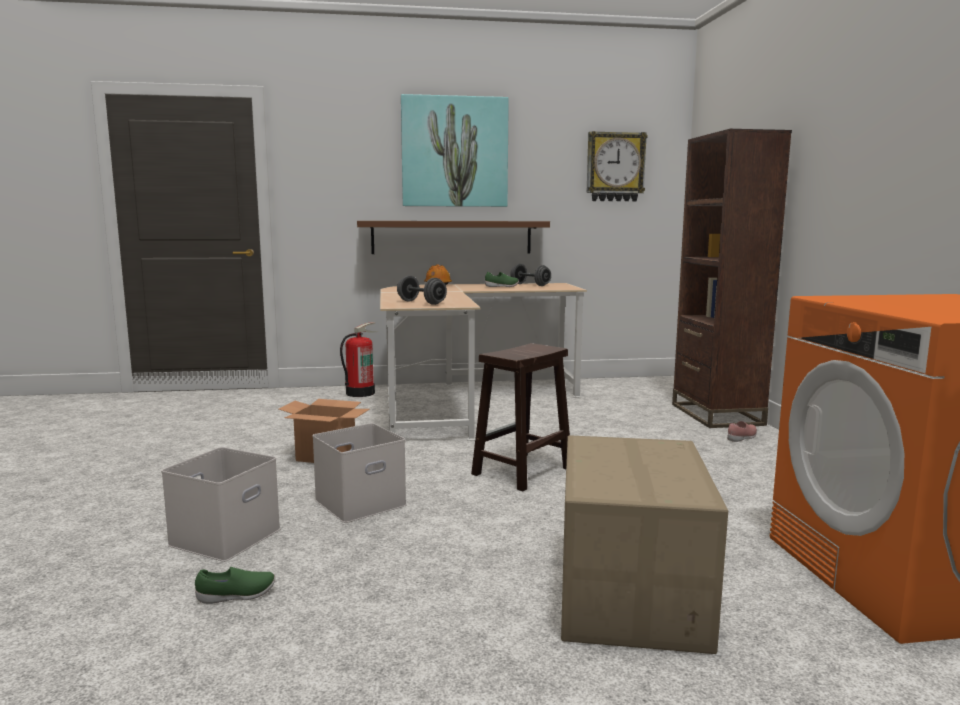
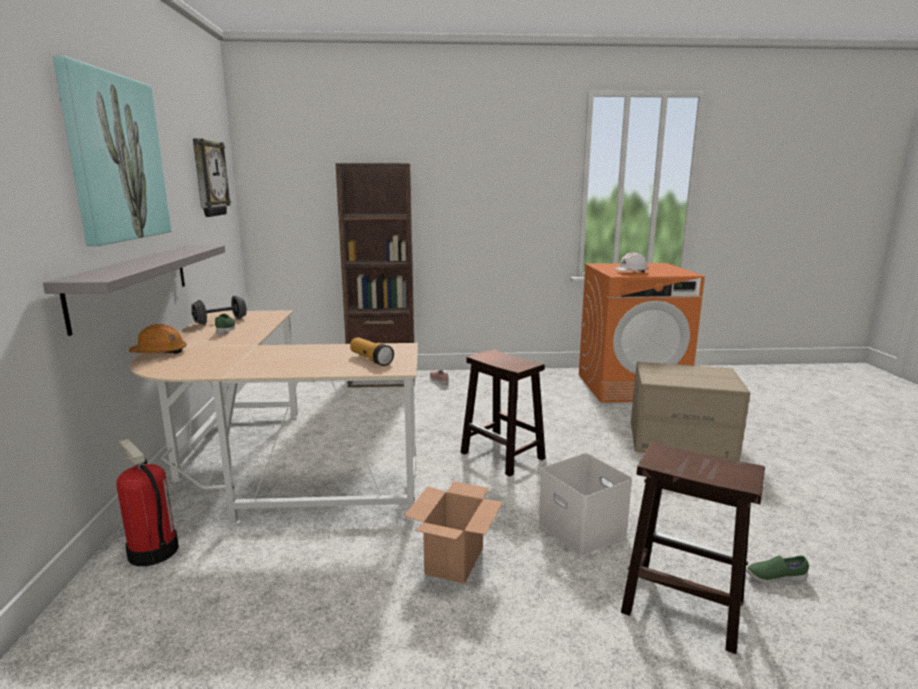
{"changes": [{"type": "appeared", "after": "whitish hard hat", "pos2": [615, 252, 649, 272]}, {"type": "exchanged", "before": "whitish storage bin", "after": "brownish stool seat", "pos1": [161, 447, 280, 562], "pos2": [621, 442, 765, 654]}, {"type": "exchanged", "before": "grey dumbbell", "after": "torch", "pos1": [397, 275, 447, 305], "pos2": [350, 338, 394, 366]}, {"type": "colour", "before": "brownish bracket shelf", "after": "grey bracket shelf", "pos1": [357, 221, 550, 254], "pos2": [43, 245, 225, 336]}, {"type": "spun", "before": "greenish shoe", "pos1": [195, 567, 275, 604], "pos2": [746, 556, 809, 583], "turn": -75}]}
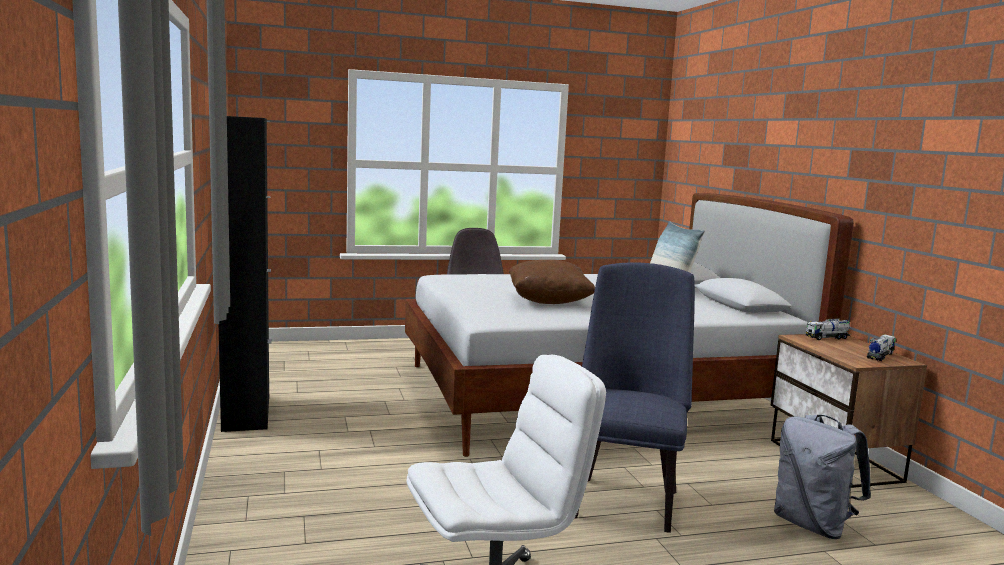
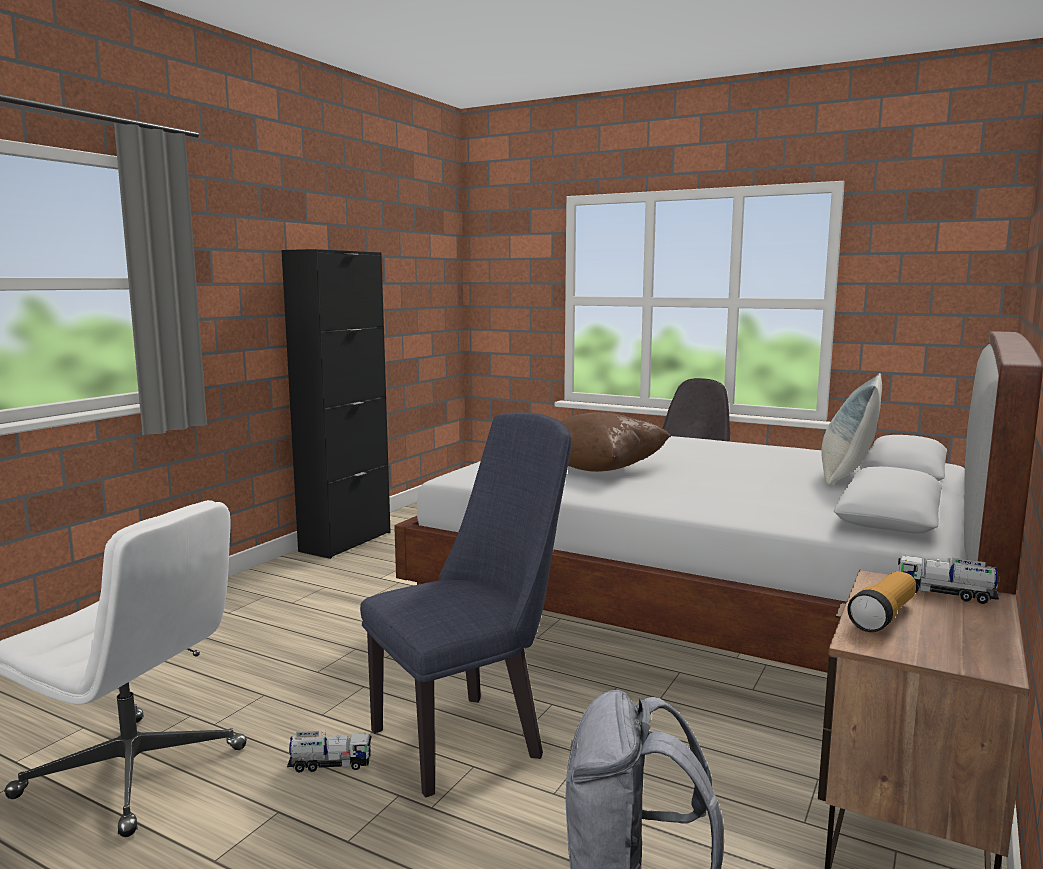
{"changes": [{"type": "appeared", "after": "torch", "pos2": [847, 571, 916, 632]}, {"type": "relocated", "before": "toy truck", "pos1": [867, 334, 896, 361], "pos2": [287, 730, 372, 772]}]}
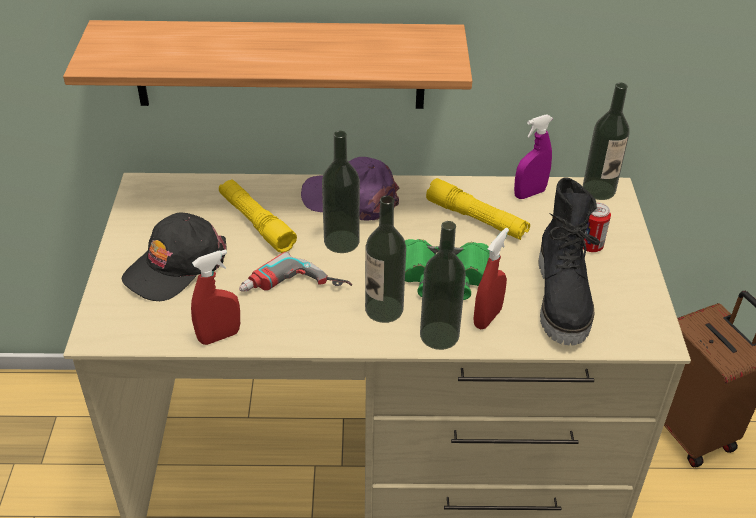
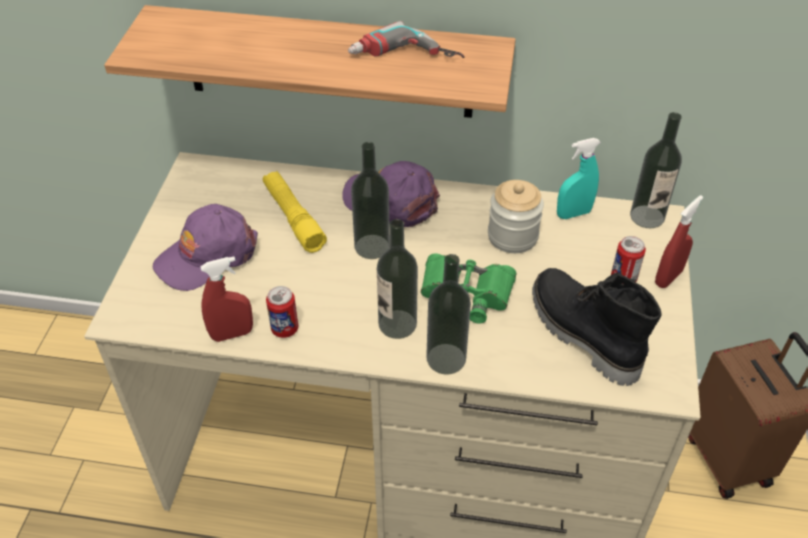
{"changes": [{"type": "appeared", "after": "metal can", "pos2": [266, 286, 298, 338]}, {"type": "relocated", "before": "electric drill", "pos1": [239, 252, 352, 292], "pos2": [348, 21, 465, 58]}, {"type": "relocated", "before": "red hand sprayer", "pos1": [474, 228, 509, 329], "pos2": [655, 195, 703, 288]}, {"type": "exchanged", "before": "yellowish torch", "after": "jar", "pos1": [426, 178, 530, 240], "pos2": [488, 180, 544, 253]}, {"type": "colour", "before": "black peaked cap", "after": "purple-coloured peaked cap", "pos1": [121, 213, 226, 301], "pos2": [153, 204, 258, 291]}, {"type": "colour", "before": "purple-coloured hand sprayer", "after": "turquoise-coloured hand sprayer", "pos1": [514, 114, 553, 199], "pos2": [557, 138, 601, 219]}, {"type": "spun", "before": "black tall boot", "pos1": [538, 177, 601, 346], "pos2": [532, 268, 662, 386], "turn": 135}]}
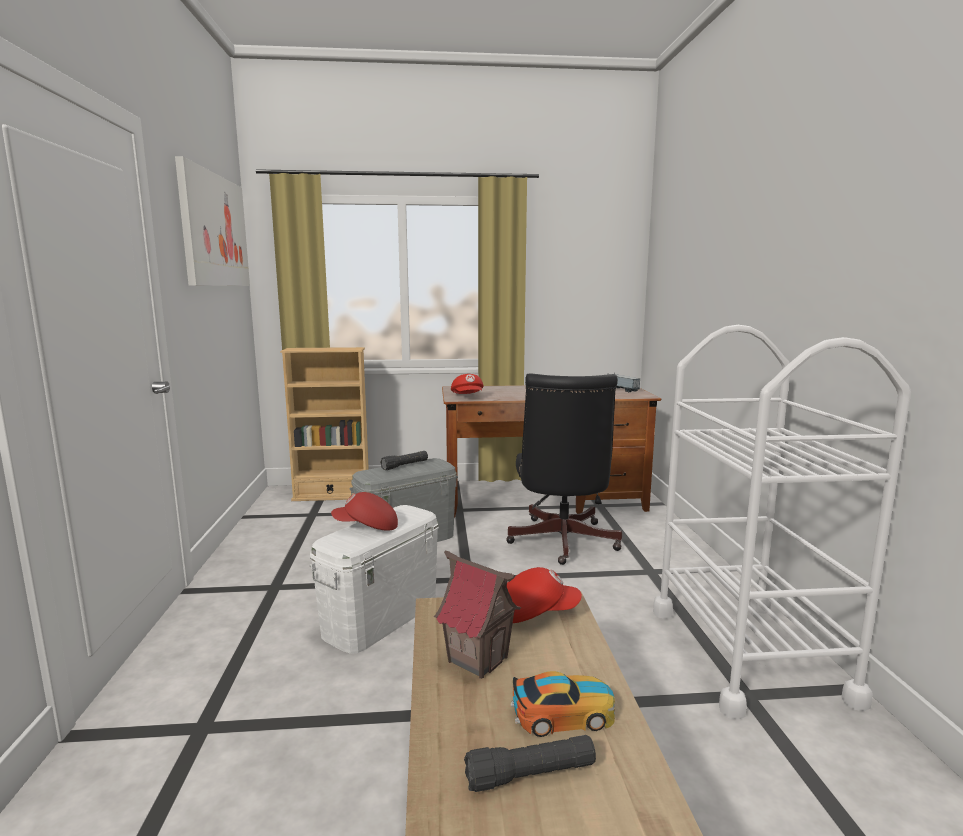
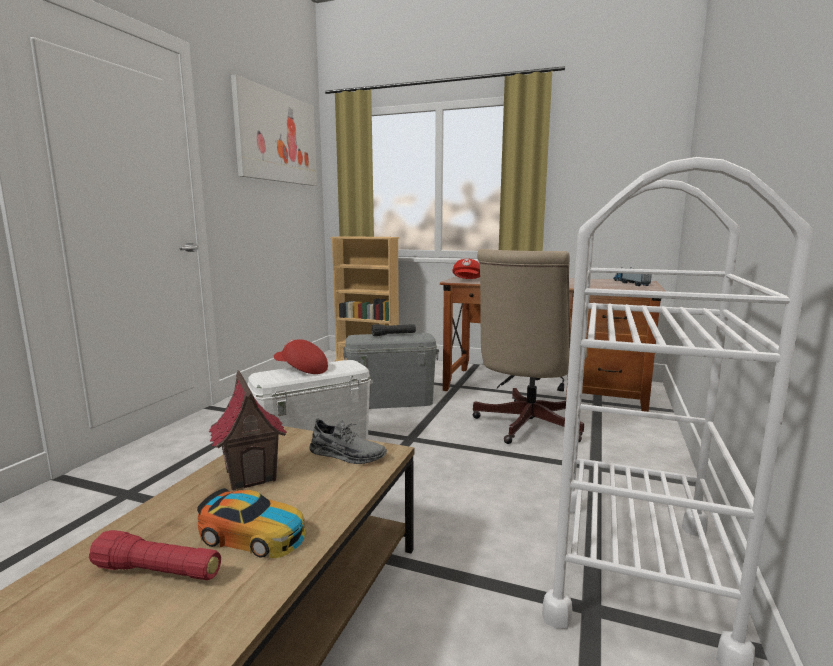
{"changes": [{"type": "exchanged", "before": "red peaked cap", "after": "grey shoe", "pos1": [506, 567, 582, 623], "pos2": [309, 418, 387, 464]}, {"type": "colour", "before": "black torch", "after": "red torch", "pos1": [464, 735, 596, 792], "pos2": [89, 530, 221, 580]}, {"type": "colour", "before": "black desk chair", "after": "beige-coloured desk chair", "pos1": [506, 373, 622, 565], "pos2": [472, 249, 587, 444]}]}
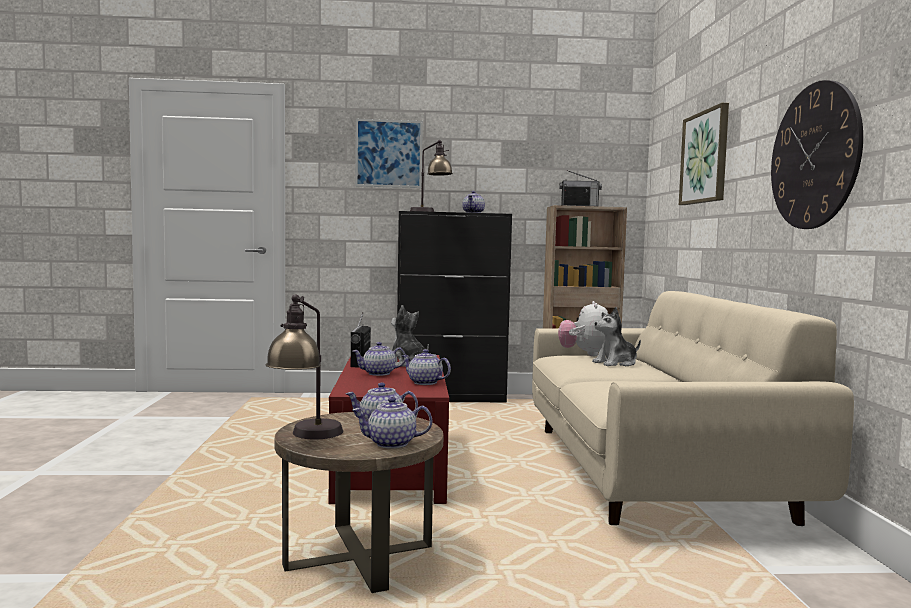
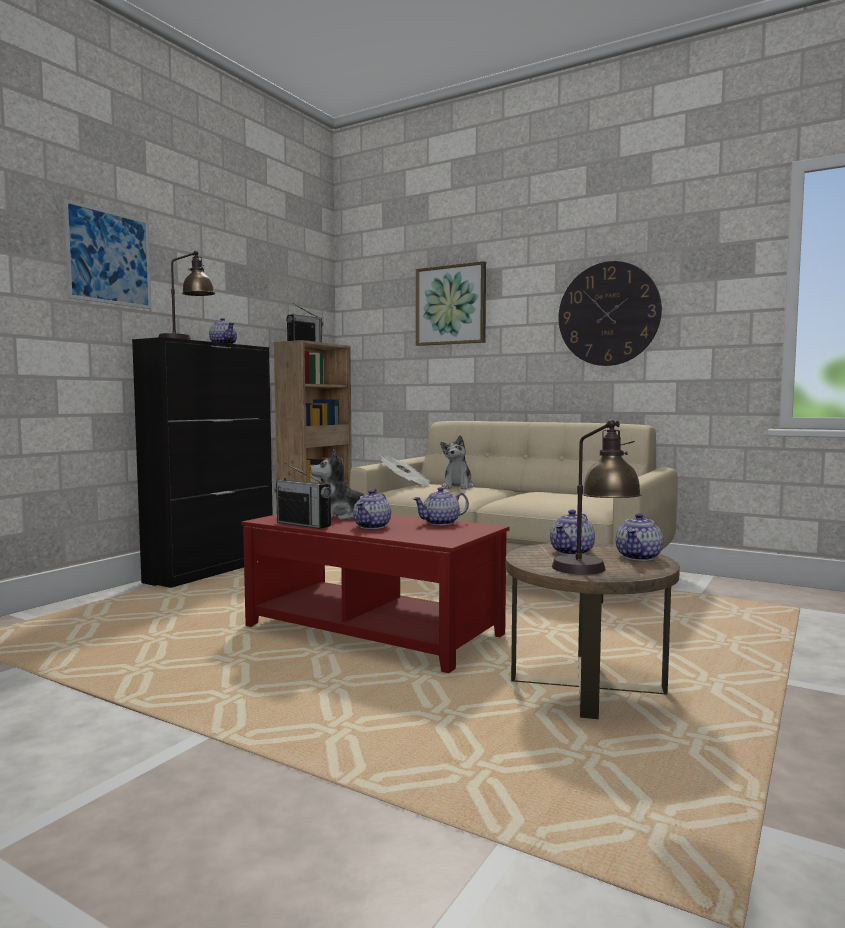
{"changes": [{"type": "exchanged", "before": "cuddly toy", "after": "newspaper", "pos1": [558, 301, 608, 356], "pos2": [380, 455, 430, 488]}]}
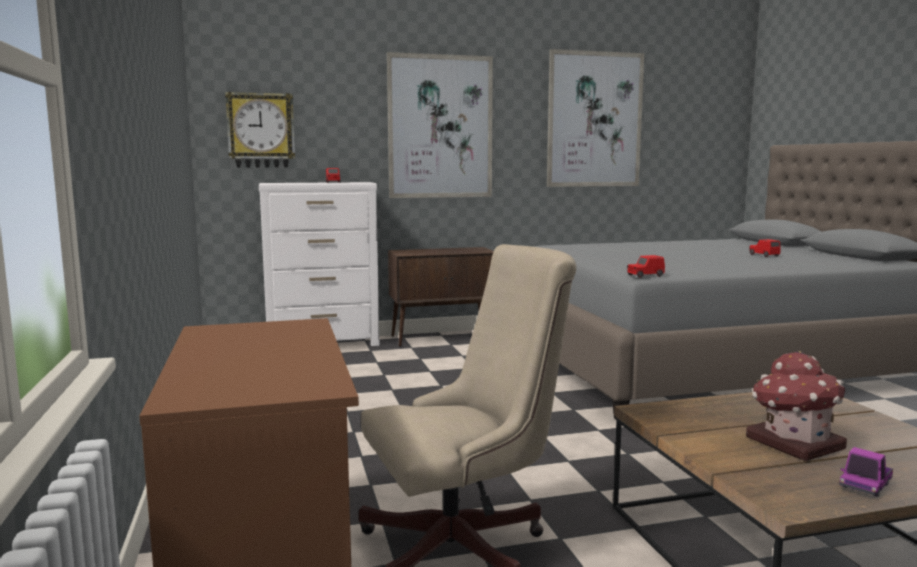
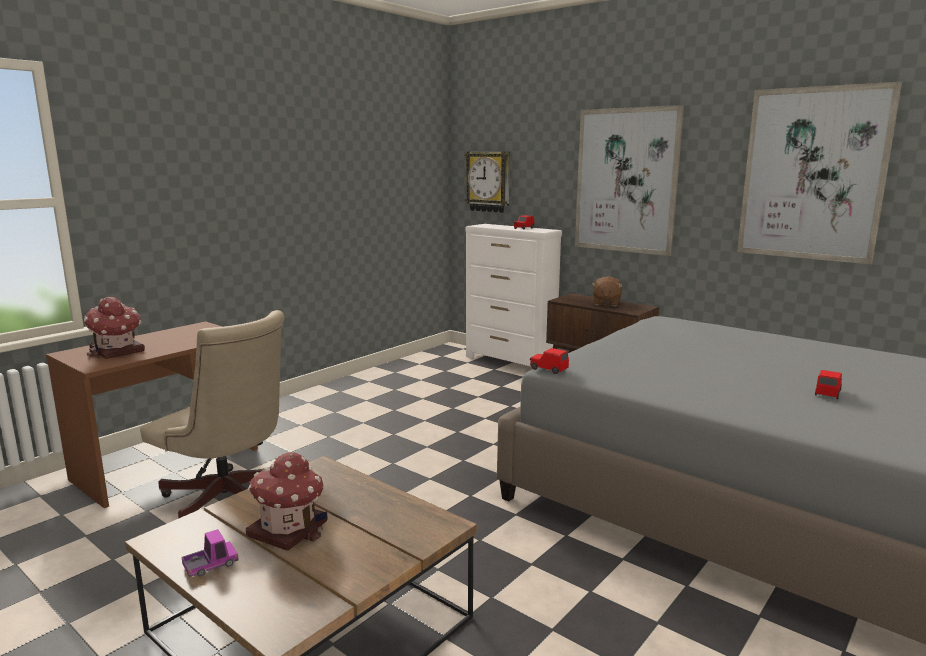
{"changes": [{"type": "appeared", "after": "model house", "pos2": [84, 297, 145, 359]}, {"type": "appeared", "after": "brownish cuddly toy", "pos2": [591, 276, 623, 306]}, {"type": "spun", "before": "toy truck", "pos1": [839, 447, 893, 497], "pos2": [182, 529, 239, 577], "turn": 135}]}
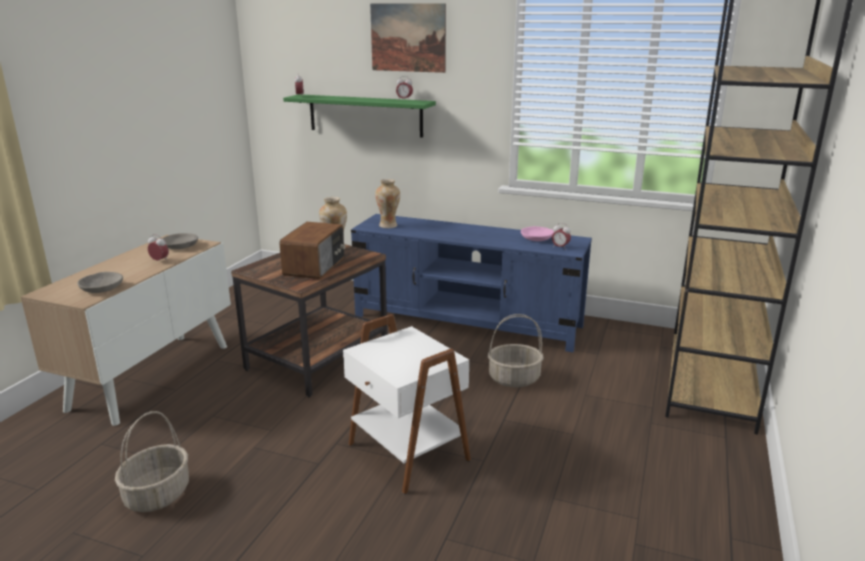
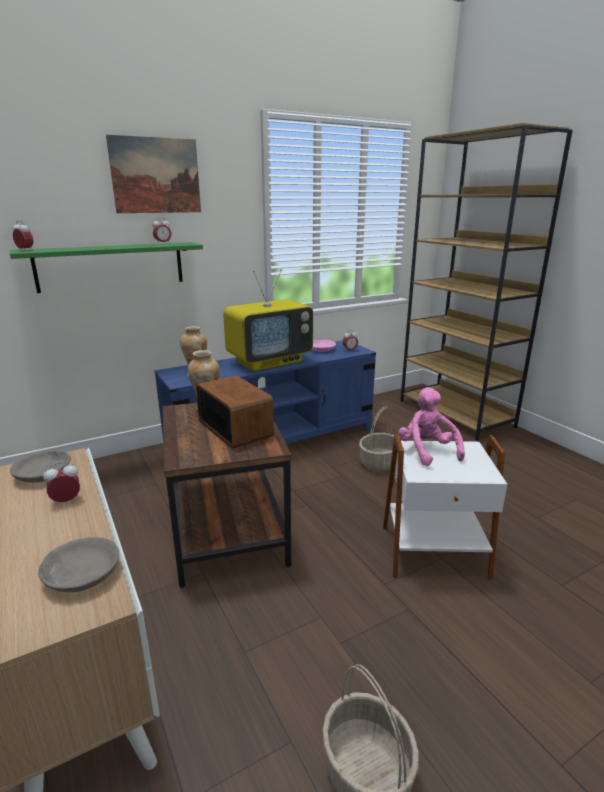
{"changes": [{"type": "appeared", "after": "television", "pos2": [223, 269, 313, 371]}, {"type": "appeared", "after": "pink-coloured cuddly toy", "pos2": [398, 387, 465, 466]}]}
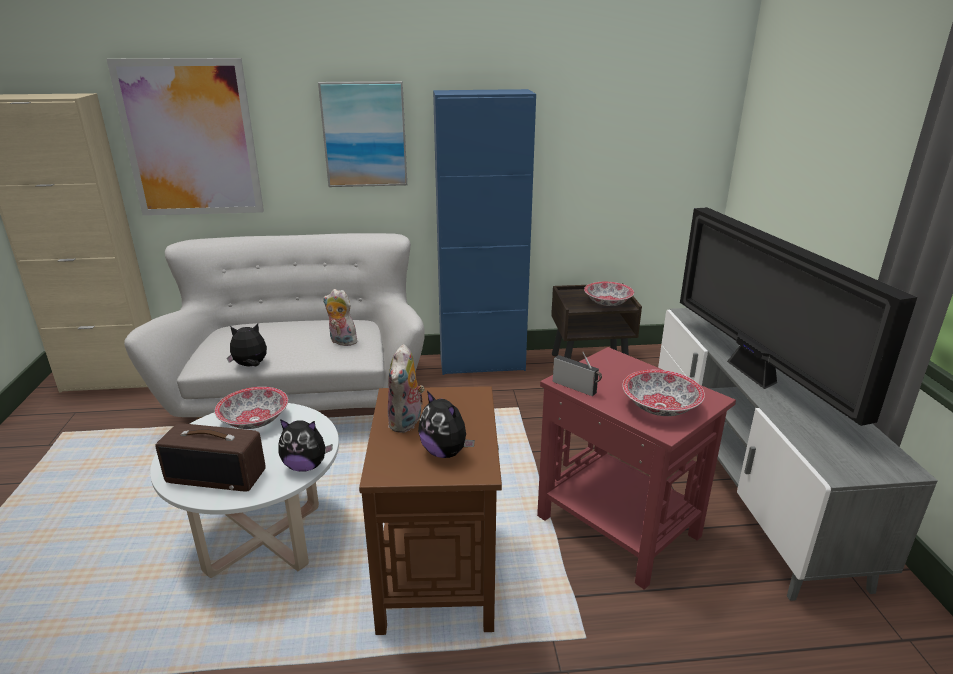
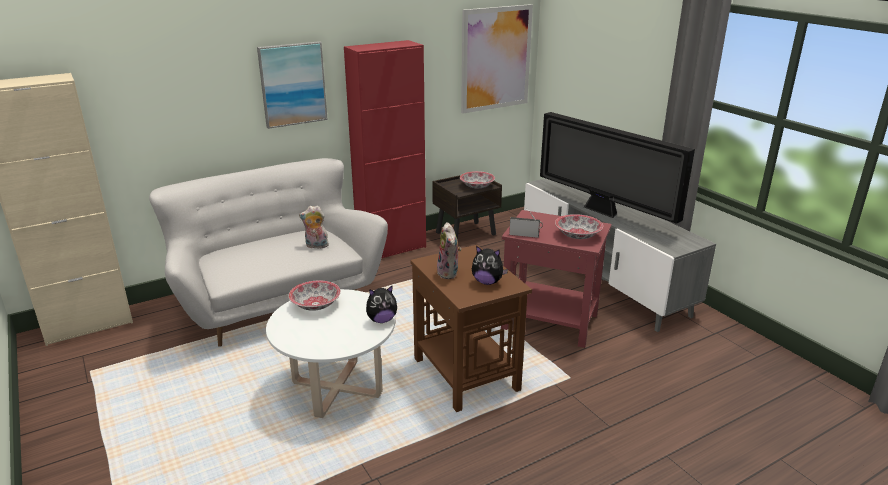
{"changes": [{"type": "missing", "before": "radio set", "pos1": [155, 423, 266, 492]}, {"type": "missing", "before": "cuddly toy", "pos1": [227, 323, 267, 367]}, {"type": "relocated", "before": "wall art", "pos1": [107, 58, 264, 216], "pos2": [461, 4, 533, 113]}, {"type": "colour", "before": "blue-coloured storage cabinet", "after": "red storage cabinet", "pos1": [433, 89, 536, 375], "pos2": [344, 40, 426, 258]}]}
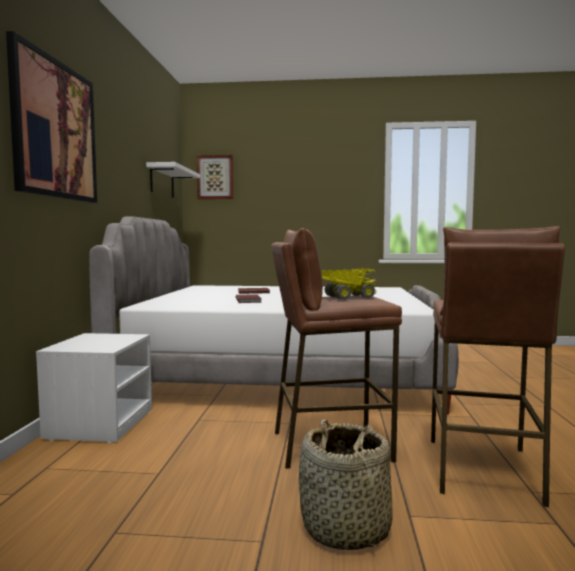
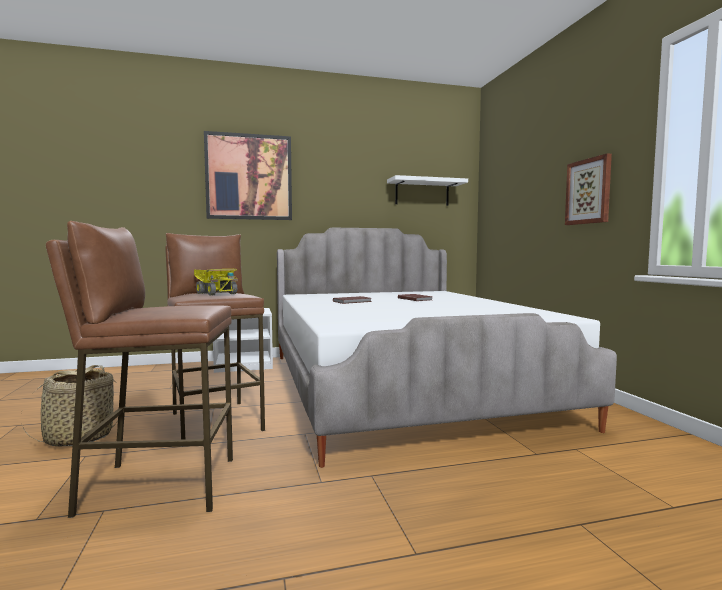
{"changes": [{"type": "relocated", "before": "wall art", "pos1": [197, 155, 233, 199], "pos2": [565, 153, 612, 225]}]}
